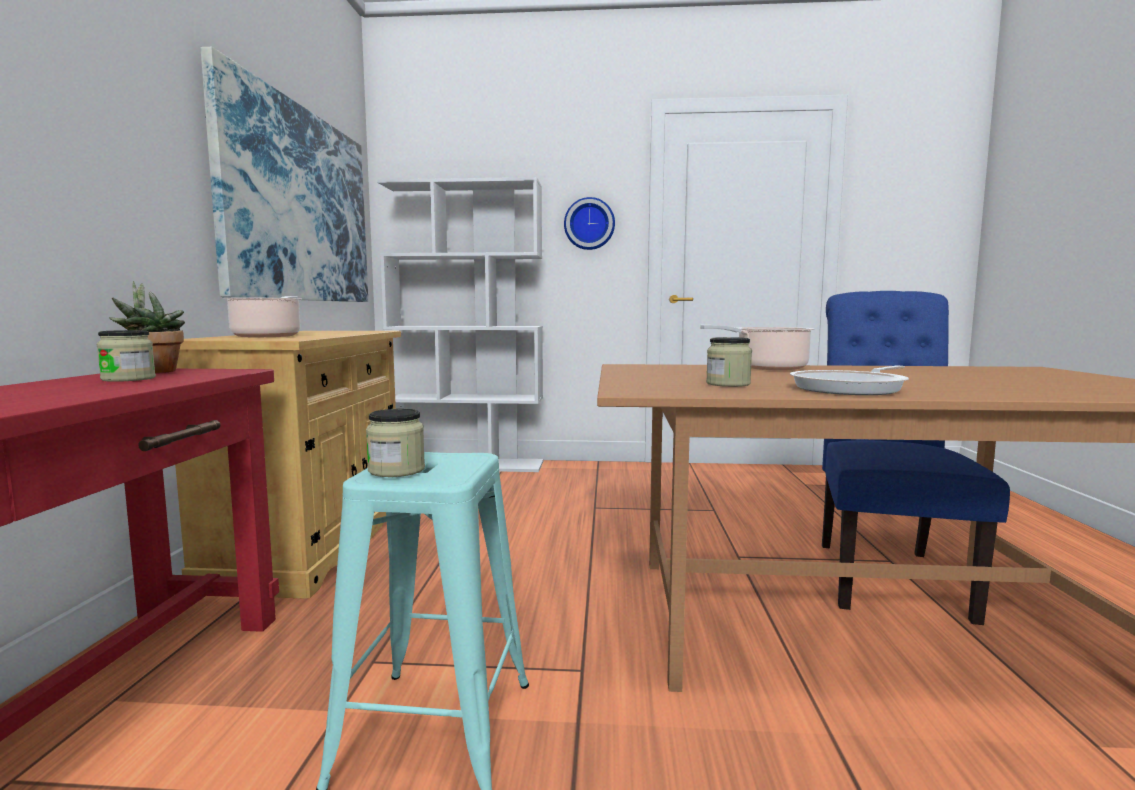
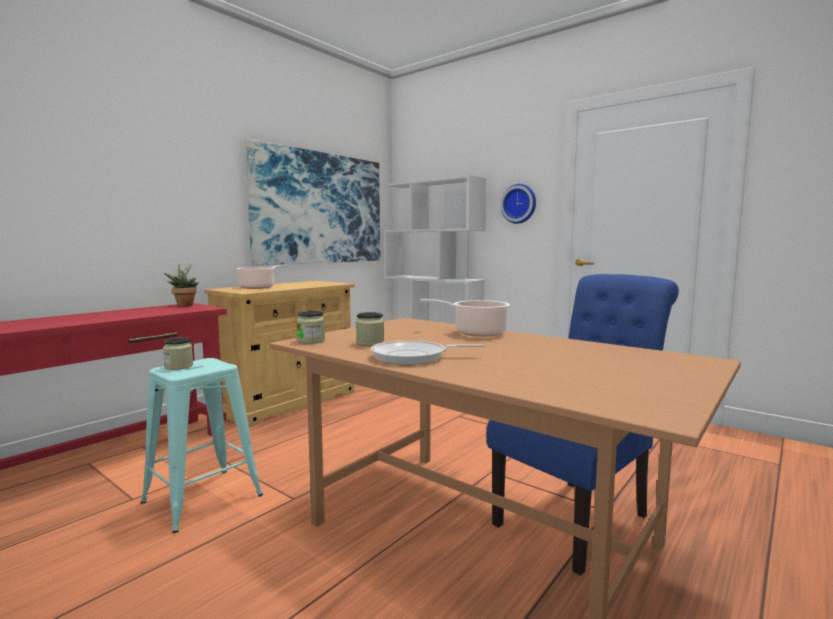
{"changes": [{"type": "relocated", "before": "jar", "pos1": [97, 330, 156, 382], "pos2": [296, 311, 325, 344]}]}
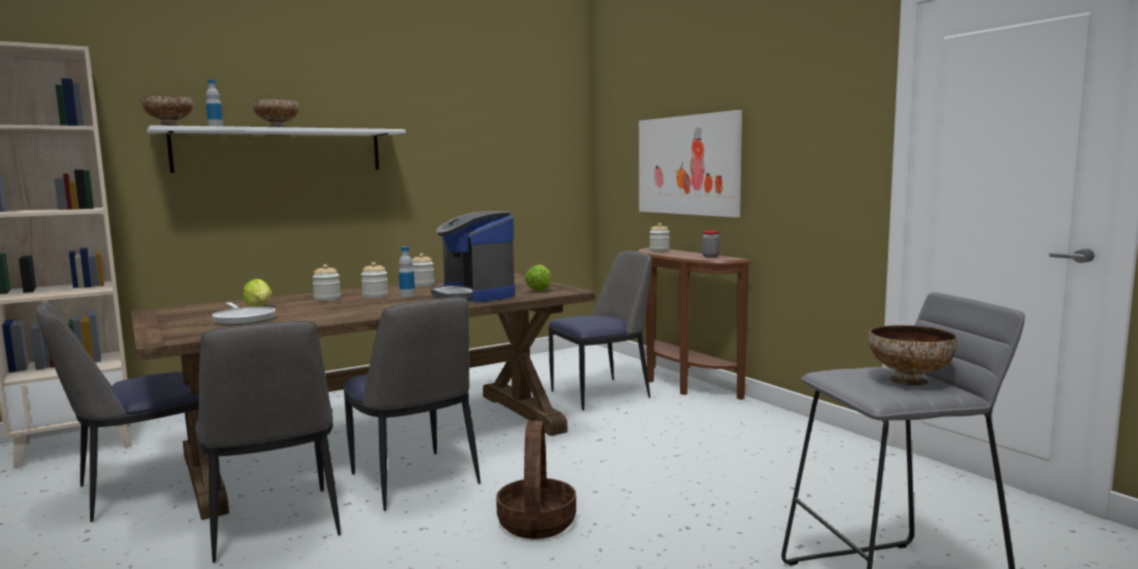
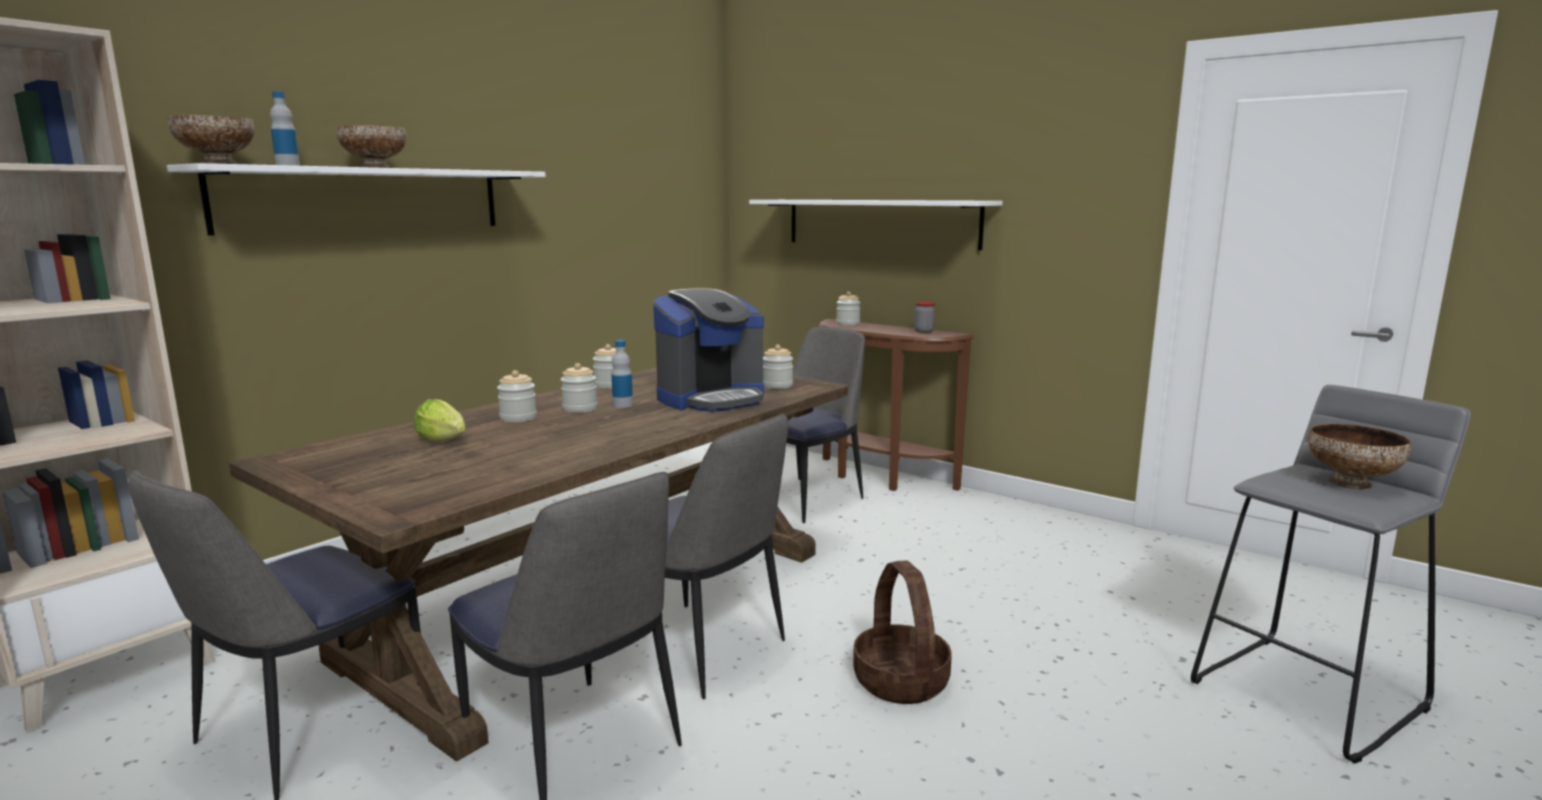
{"changes": [{"type": "missing", "before": "skillet", "pos1": [212, 302, 275, 325]}, {"type": "exchanged", "before": "head of lettuce", "after": "jar", "pos1": [525, 264, 551, 291], "pos2": [763, 344, 793, 389]}, {"type": "exchanged", "before": "wall art", "after": "whitish bracket shelf", "pos1": [639, 110, 742, 217], "pos2": [749, 200, 1003, 250]}, {"type": "spun", "before": "coffee brewer", "pos1": [431, 211, 515, 302], "pos2": [653, 288, 764, 412], "turn": -75}]}
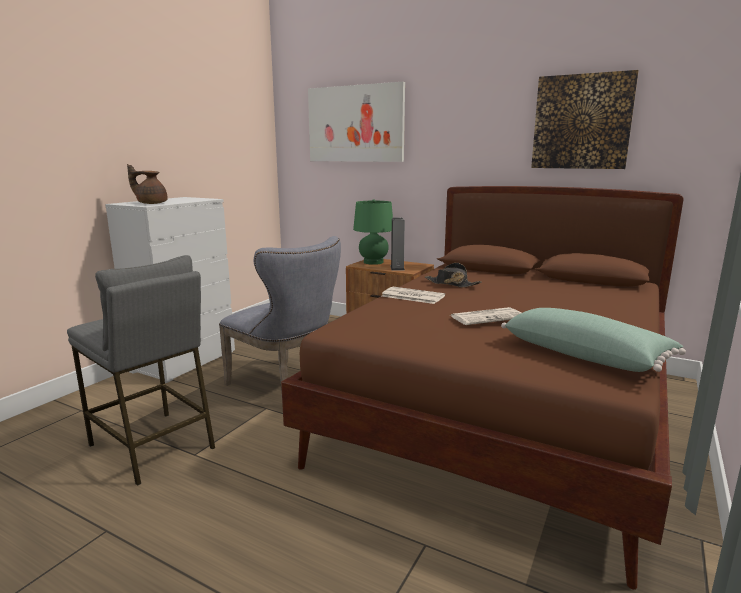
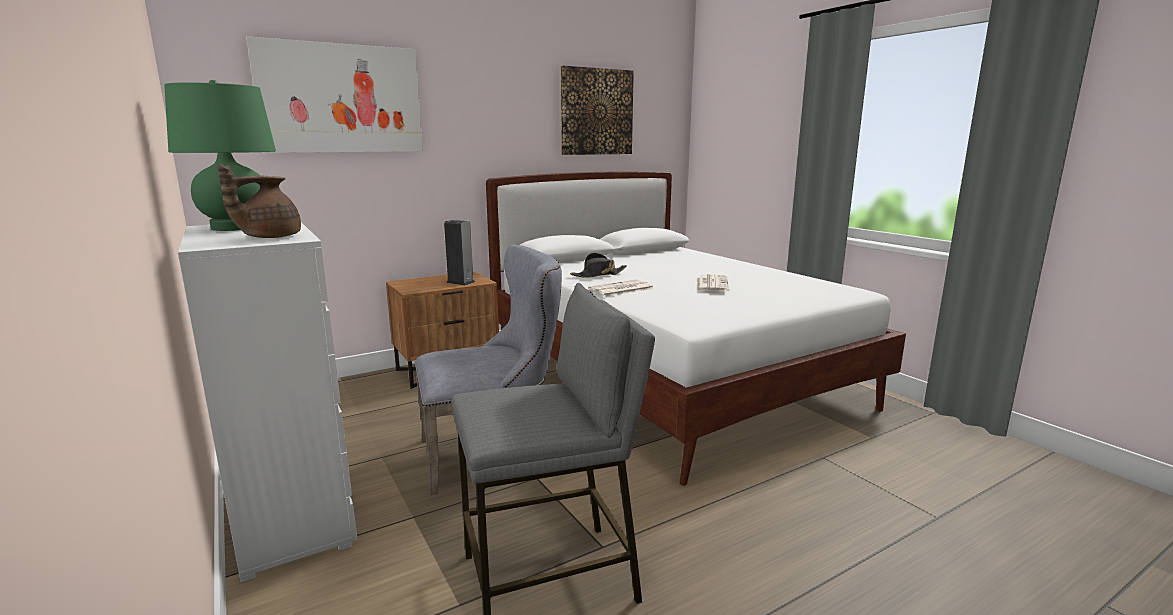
{"changes": [{"type": "missing", "before": "greenish pillow", "pos1": [501, 308, 686, 372]}, {"type": "relocated", "before": "greenish lamp for a table", "pos1": [353, 199, 393, 265], "pos2": [164, 80, 276, 231]}, {"type": "colour", "before": "brownish sleeping bed", "after": "whitish sleeping bed", "pos1": [281, 186, 683, 590], "pos2": [486, 172, 906, 486]}]}
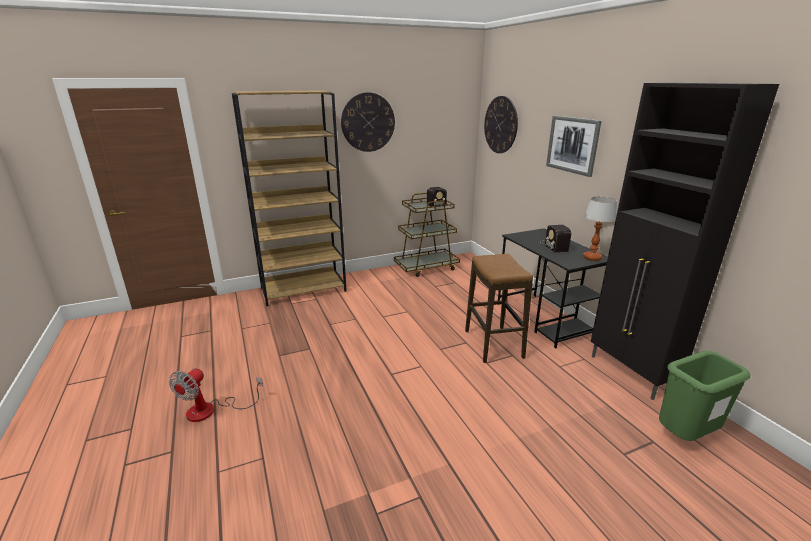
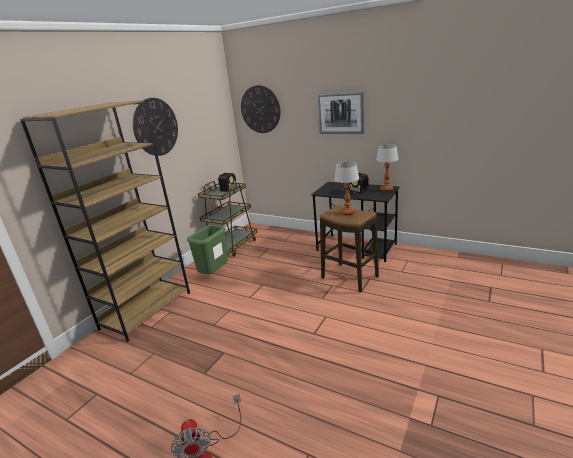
{"changes": [{"type": "missing", "before": "black storage cabinet", "pos1": [591, 83, 779, 400]}, {"type": "appeared", "after": "lamp for a table", "pos2": [334, 162, 359, 215]}, {"type": "relocated", "before": "greenish rubbish bin", "pos1": [659, 351, 750, 441], "pos2": [187, 225, 228, 274]}]}
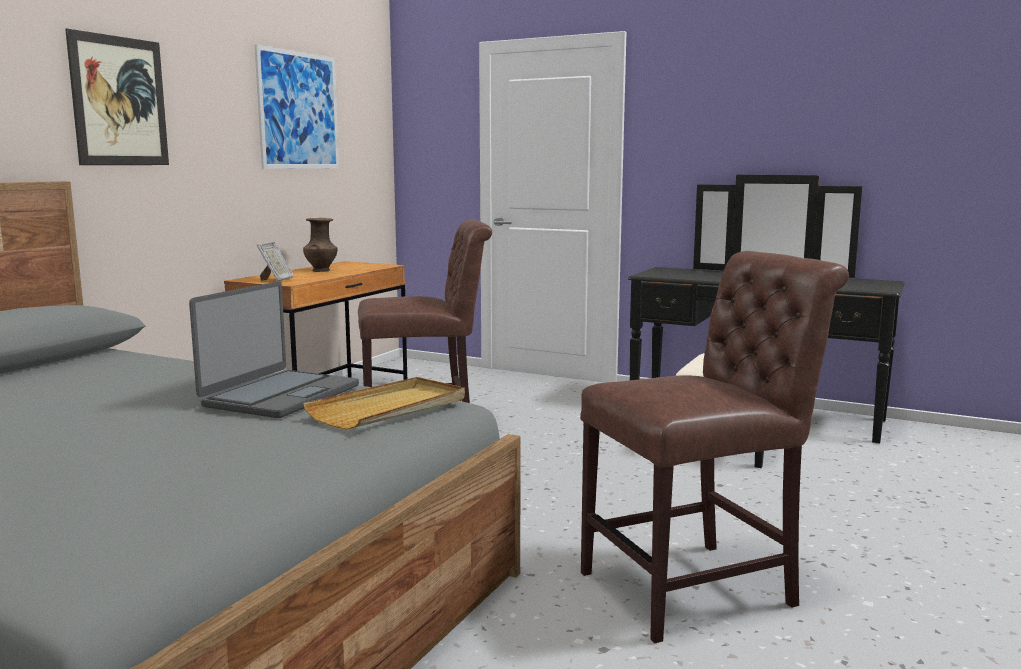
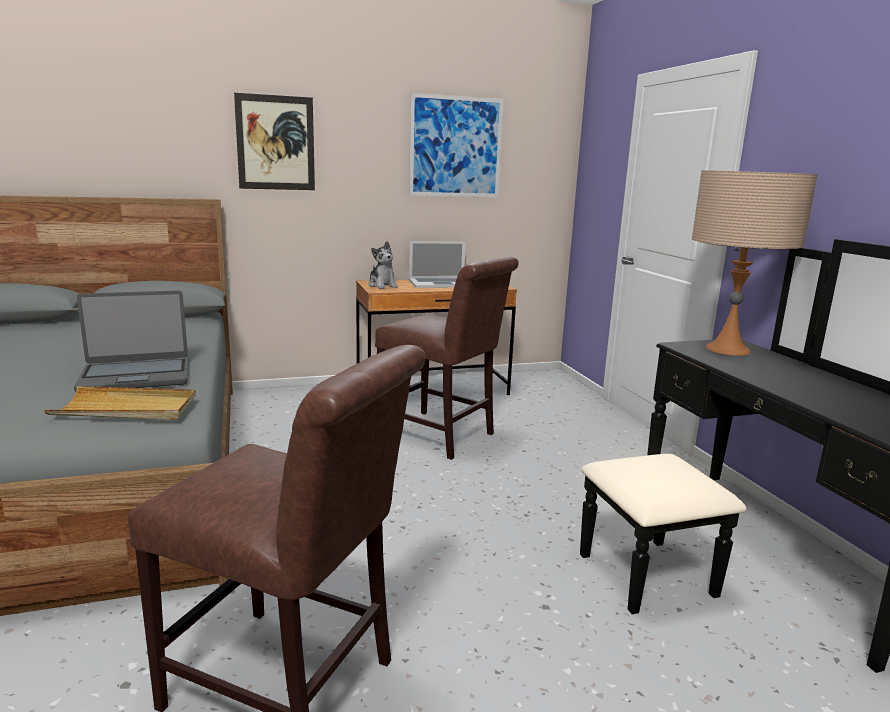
{"changes": [{"type": "appeared", "after": "beige-coloured lamp for a table", "pos2": [692, 170, 818, 356]}, {"type": "exchanged", "before": "photo frame", "after": "cuddly toy", "pos1": [257, 242, 294, 281], "pos2": [368, 241, 398, 289]}, {"type": "exchanged", "before": "brownish flower vase", "after": "notebook computer", "pos1": [303, 218, 338, 272], "pos2": [409, 241, 466, 288]}]}
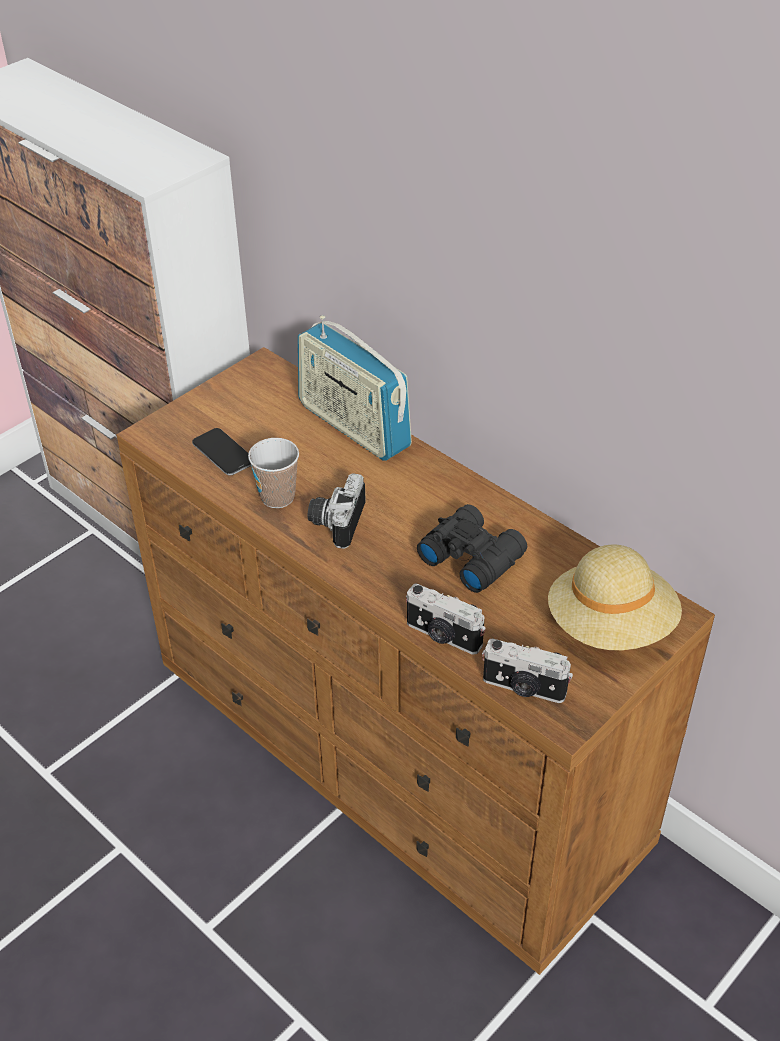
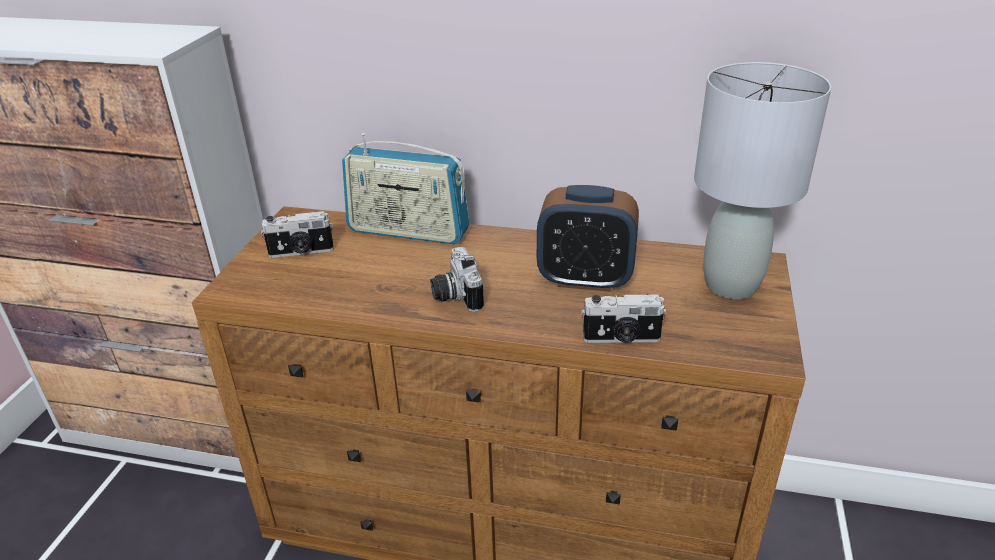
{"changes": [{"type": "missing", "before": "telephone", "pos1": [192, 428, 251, 476]}, {"type": "missing", "before": "cup", "pos1": [248, 438, 299, 508]}, {"type": "relocated", "before": "photo camera", "pos1": [482, 639, 573, 703], "pos2": [261, 211, 334, 258]}, {"type": "exchanged", "before": "black field glasses", "after": "table clock", "pos1": [417, 504, 528, 593], "pos2": [537, 185, 639, 292]}, {"type": "exchanged", "before": "beige-coloured hat", "after": "grey lamp for a table", "pos1": [548, 545, 682, 650], "pos2": [694, 62, 832, 299]}]}
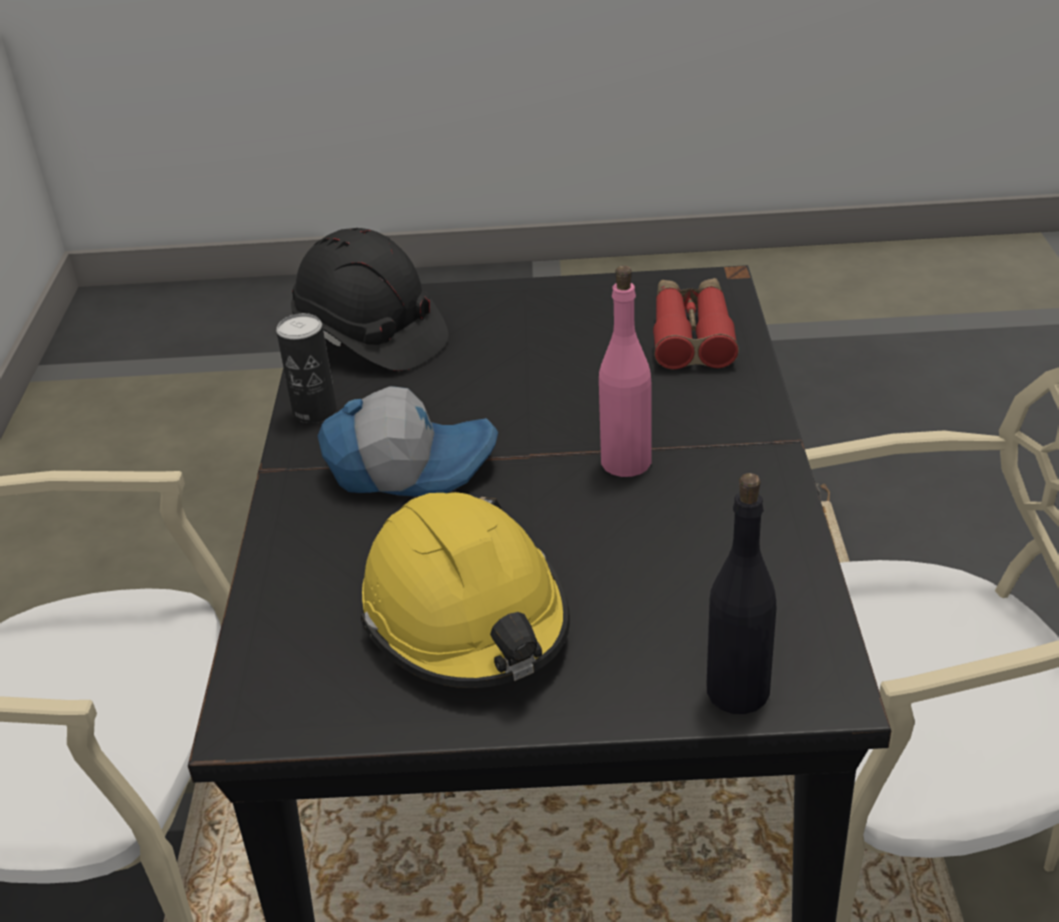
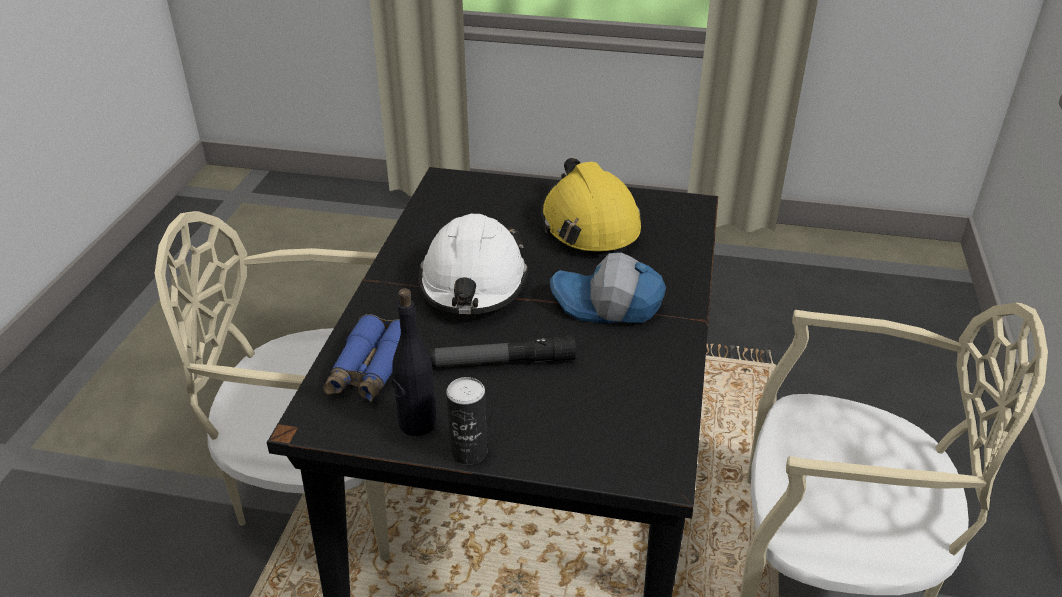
{"changes": [{"type": "missing", "before": "black hard hat", "pos1": [291, 228, 448, 371]}, {"type": "appeared", "after": "torch", "pos2": [430, 335, 576, 367]}, {"type": "relocated", "before": "metal can", "pos1": [276, 313, 337, 423], "pos2": [446, 377, 487, 465]}, {"type": "relocated", "before": "black bottle", "pos1": [706, 473, 776, 714], "pos2": [392, 288, 437, 436]}, {"type": "exchanged", "before": "pink-coloured bottle", "after": "whitish hard hat", "pos1": [599, 266, 652, 477], "pos2": [418, 214, 528, 314]}, {"type": "colour", "before": "red field glasses", "after": "blue-coloured field glasses", "pos1": [653, 278, 739, 370], "pos2": [323, 314, 401, 402]}]}
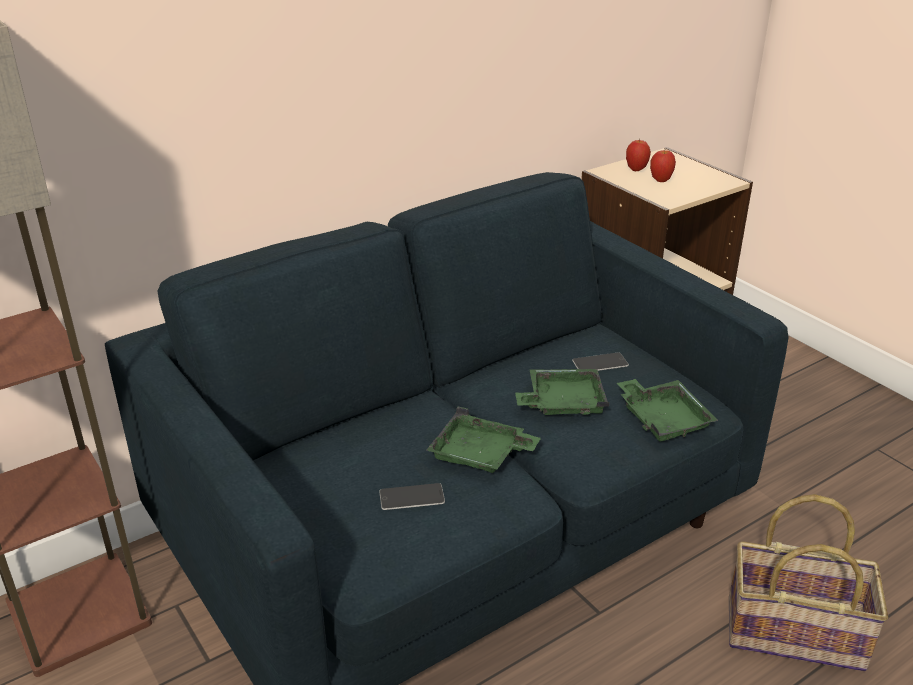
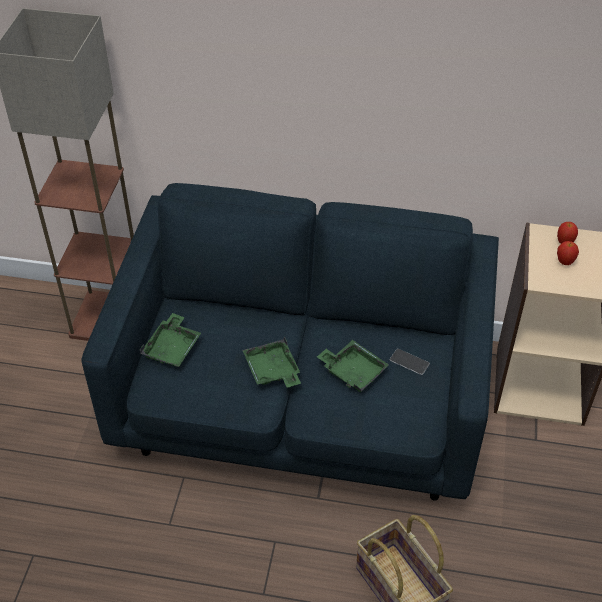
{"changes": [{"type": "missing", "before": "telephone", "pos1": [379, 483, 445, 510]}, {"type": "relocated", "before": "greenish serving tray", "pos1": [617, 379, 718, 442], "pos2": [140, 313, 201, 367]}]}
